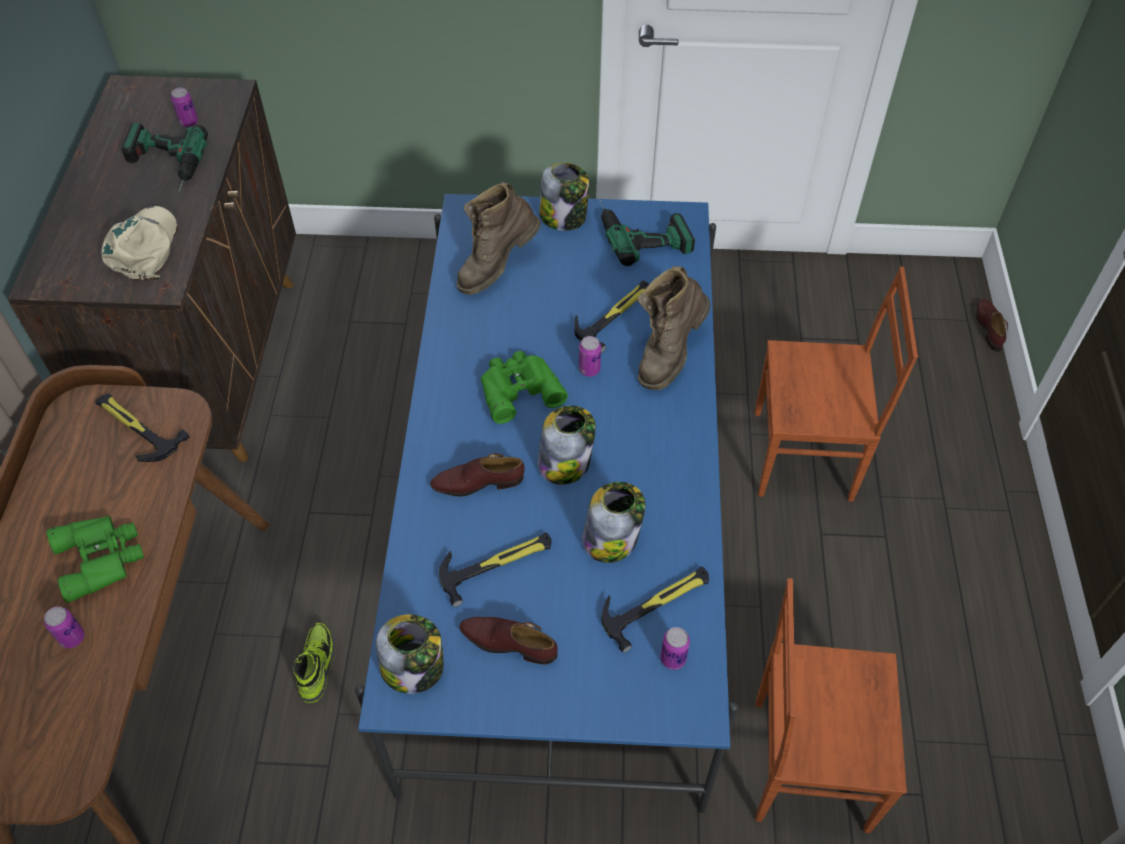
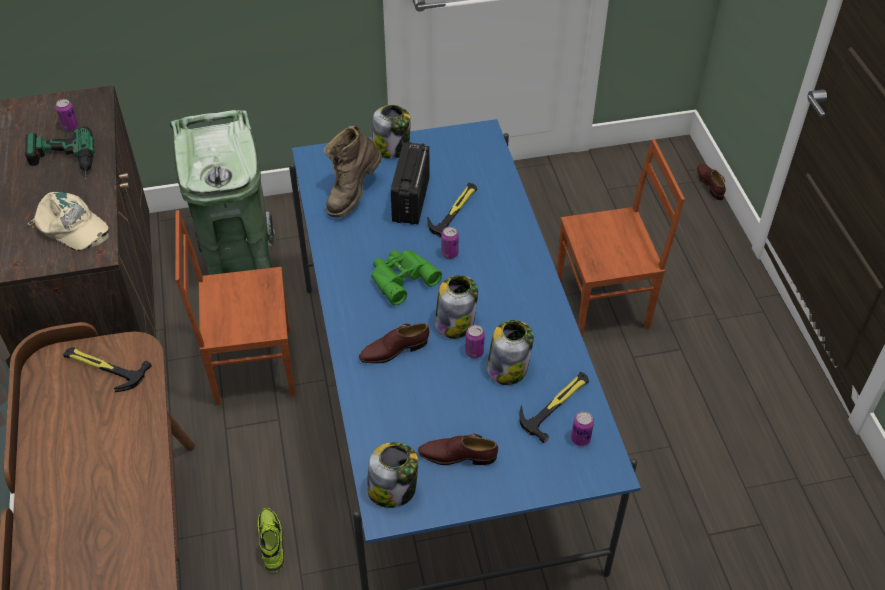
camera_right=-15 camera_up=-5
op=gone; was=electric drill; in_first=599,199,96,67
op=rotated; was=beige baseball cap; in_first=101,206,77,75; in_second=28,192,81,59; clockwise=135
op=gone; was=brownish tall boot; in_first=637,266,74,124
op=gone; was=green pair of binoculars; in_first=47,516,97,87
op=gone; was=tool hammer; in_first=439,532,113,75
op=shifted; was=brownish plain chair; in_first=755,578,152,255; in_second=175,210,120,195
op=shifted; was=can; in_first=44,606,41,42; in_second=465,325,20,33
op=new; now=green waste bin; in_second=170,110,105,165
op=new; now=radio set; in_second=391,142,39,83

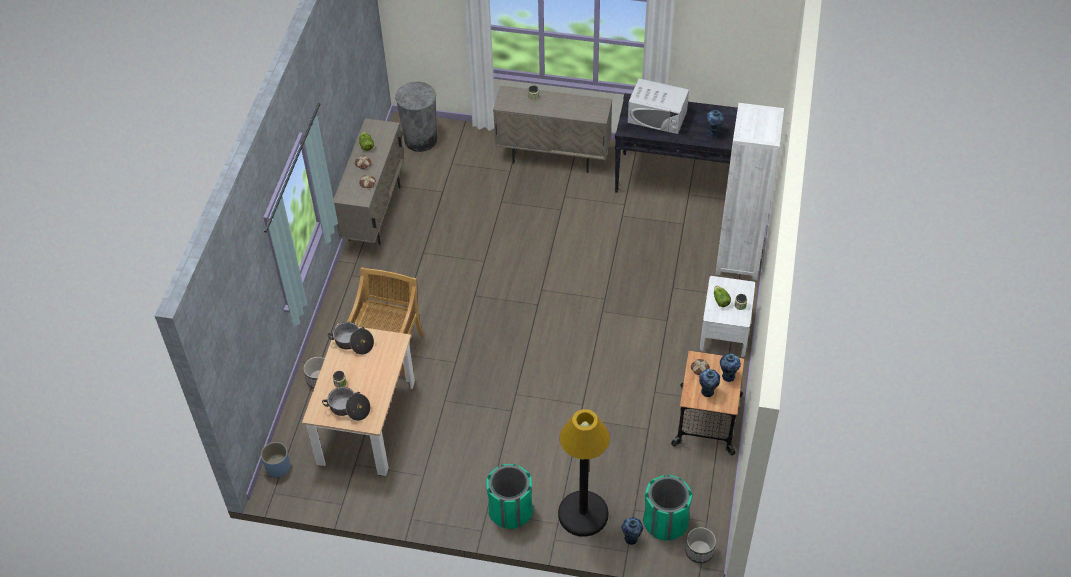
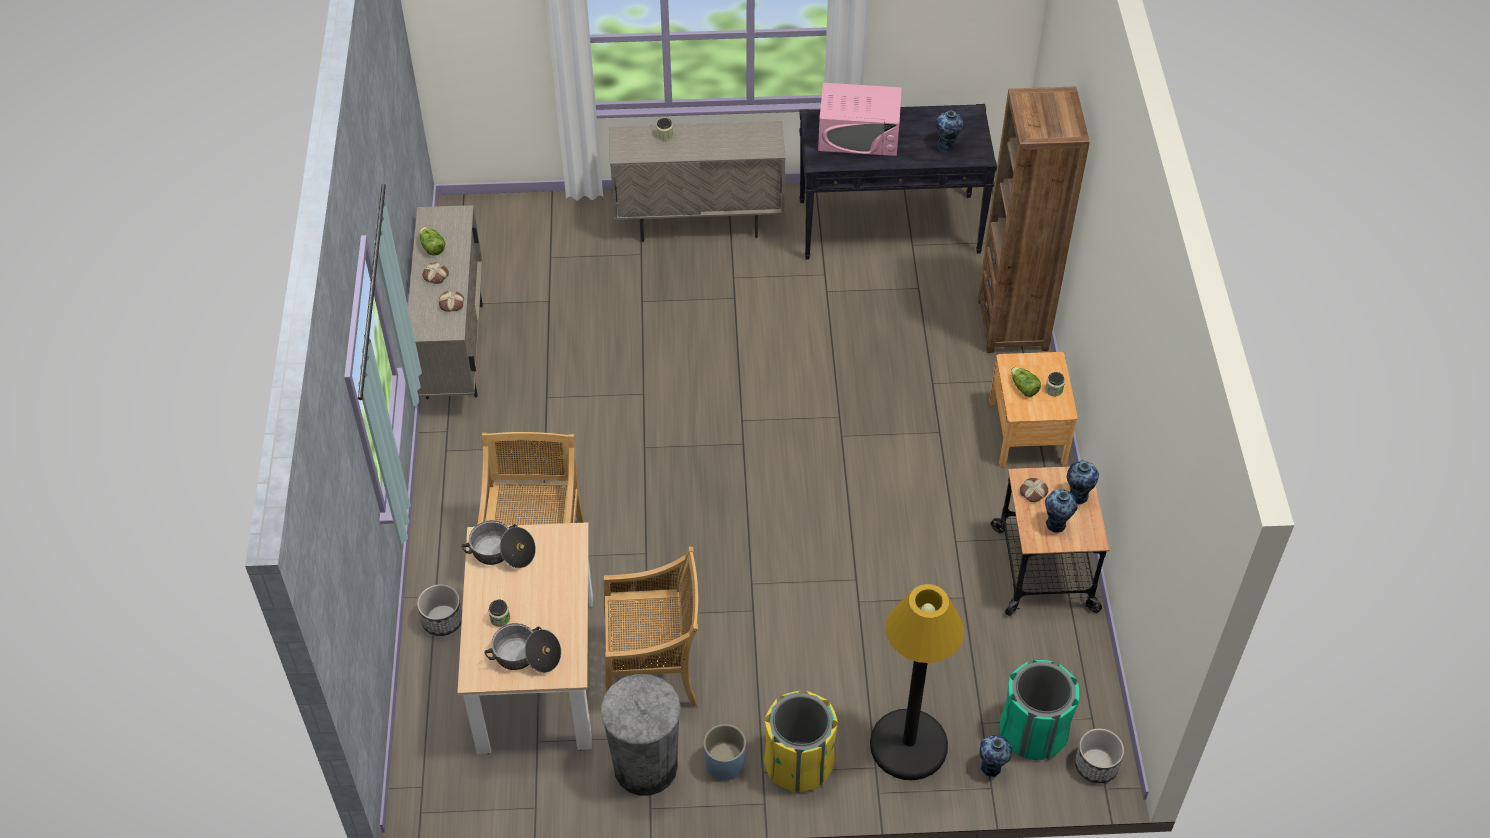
camera_right=-15 camera_up=0
op=repainted; was=white kitchen microwave; now=pink-coloured kitchen microwave; in_first=628,79,61,55; in_second=818,83,84,73
op=shifted; was=gray waste bin; in_first=395,82,42,70; in_second=600,674,81,122
op=repainted; was=white shelving unit; now=brownish shelving unit; in_first=715,103,69,177; in_second=978,86,112,267
op=repainted; was=white bedside table; now=brownish bedside table; in_first=700,276,55,81; in_second=989,352,88,116
op=shifted; was=bluish planter; in_first=261,442,29,35; in_second=703,724,43,56
op=repainted; was=green waste bin; now=yellowish waste bin; in_first=486,464,47,65; in_second=764,691,74,101
op=new; now=beige plain chair; in_second=603,547,95,160

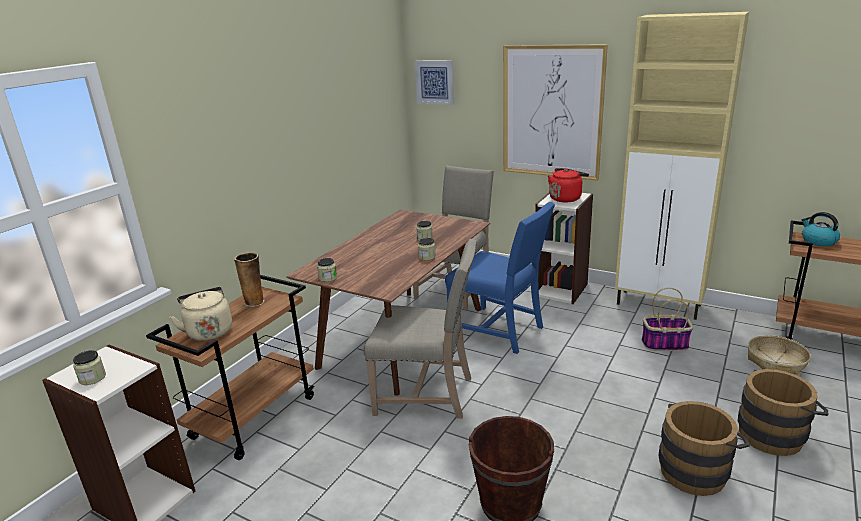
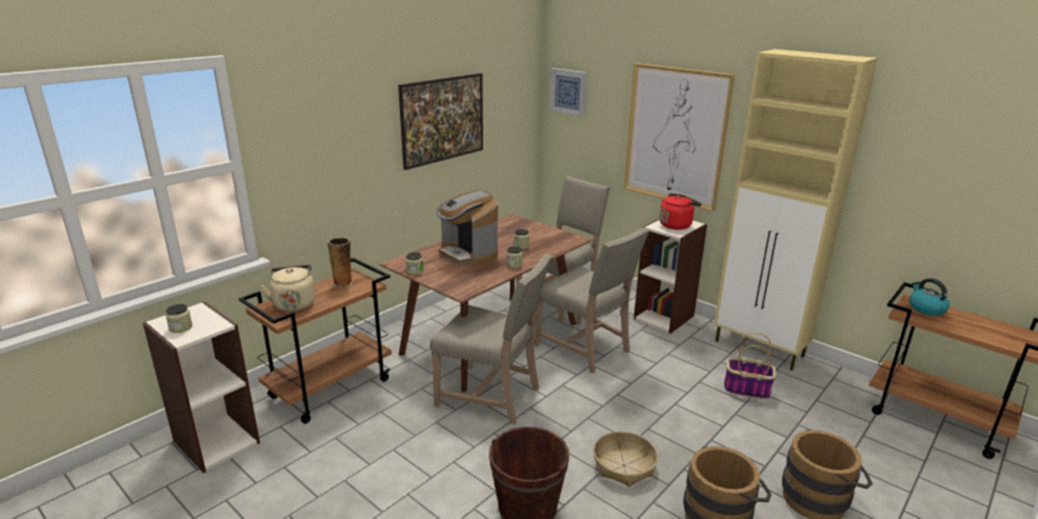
camera_right=10 camera_up=0
op=repainted; was=bluish plain chair; now=beige plain chair; in_first=445,202,110,152; in_second=534,227,115,146
op=shifted; was=basket; in_first=748,335,63,40; in_second=593,431,65,56
op=new; now=picture; in_second=398,73,85,97
op=new; now=coffee maker; in_second=436,190,62,76

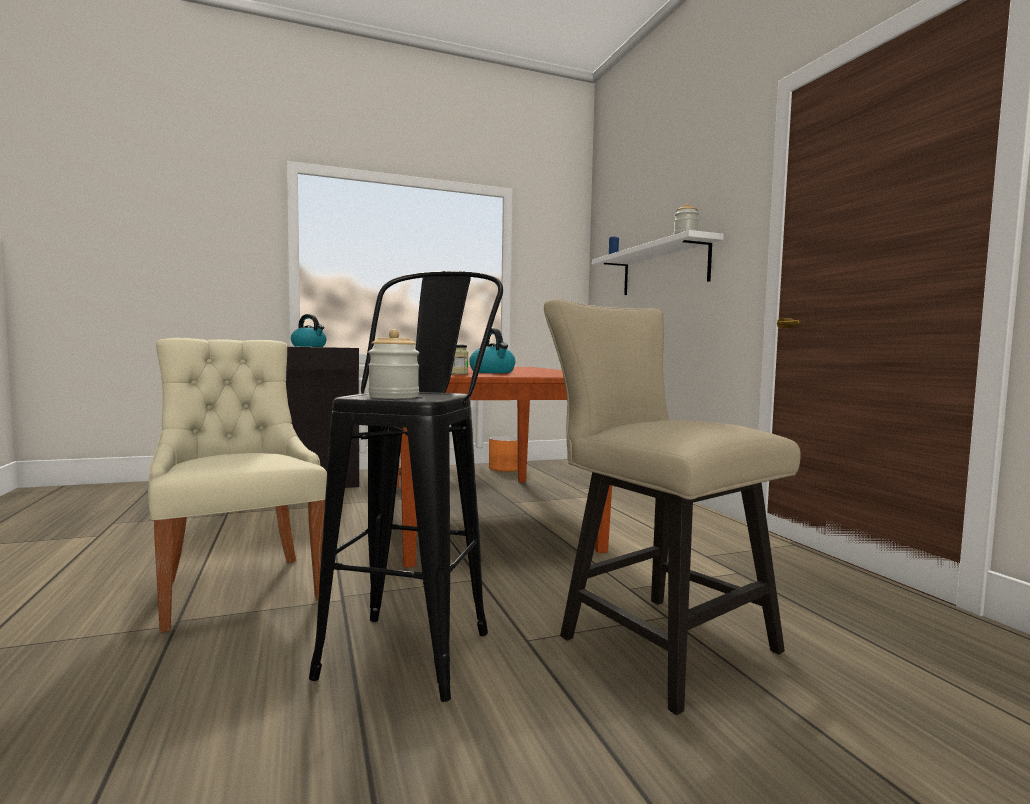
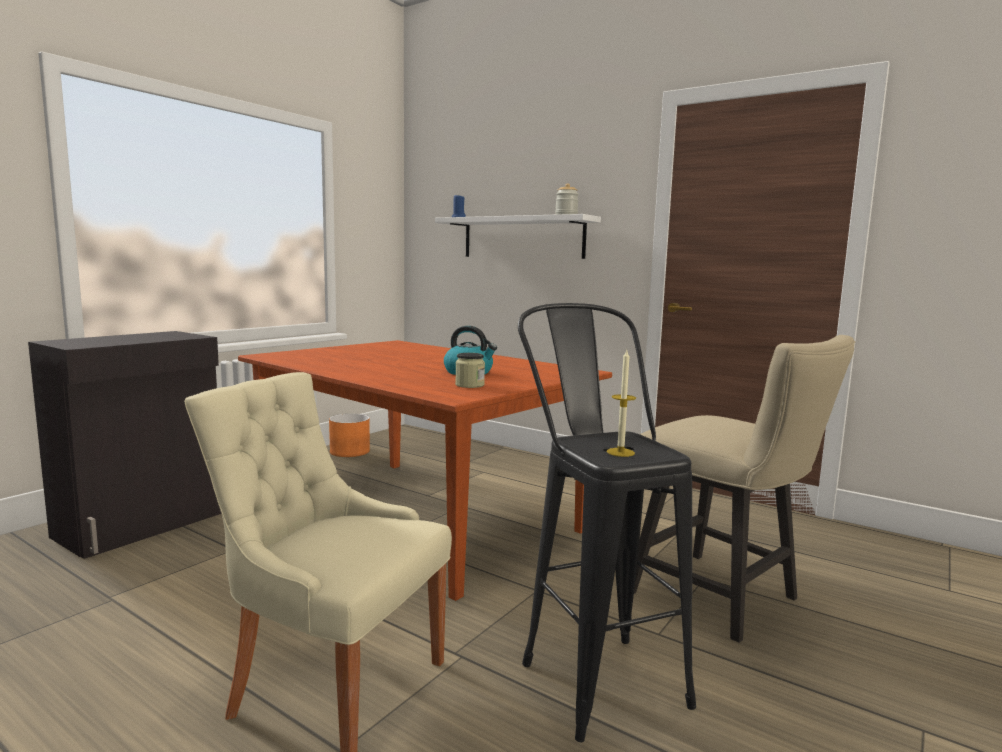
camera_right=-35 camera_up=5
op=rotated; was=beige plain chair; in_first=544,299,257,416; in_second=634,335,221,308; clockwise=-150
op=gone; was=water kettle; in_first=291,314,36,33
op=swapped; was=jar; now=candle; in_first=368,329,51,70; in_second=607,350,29,107

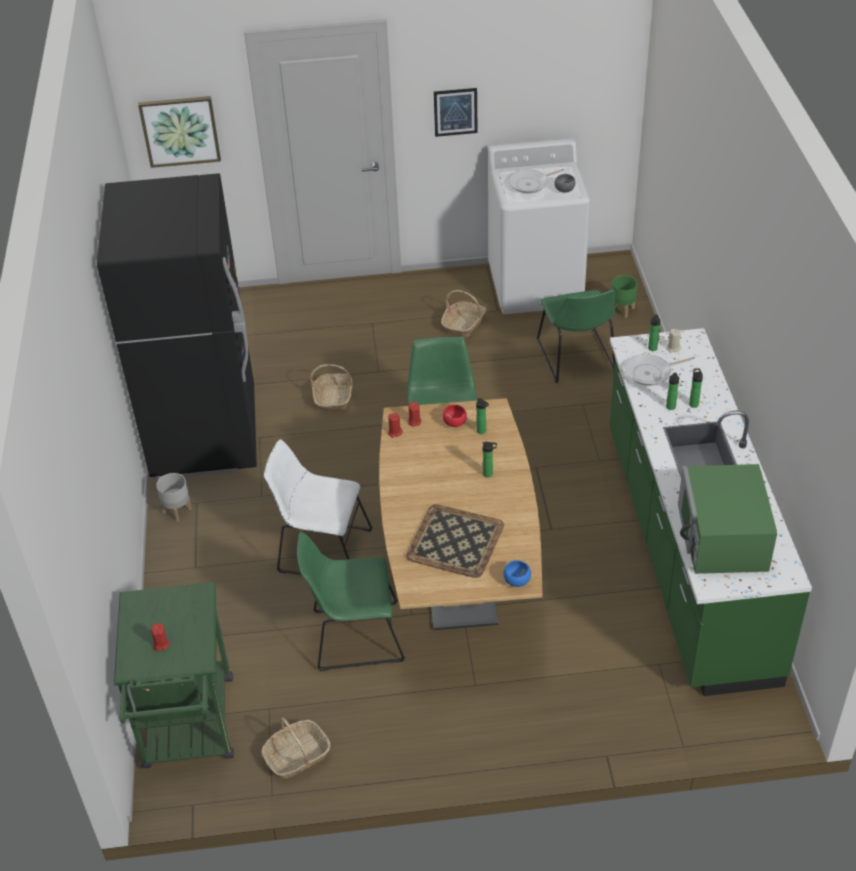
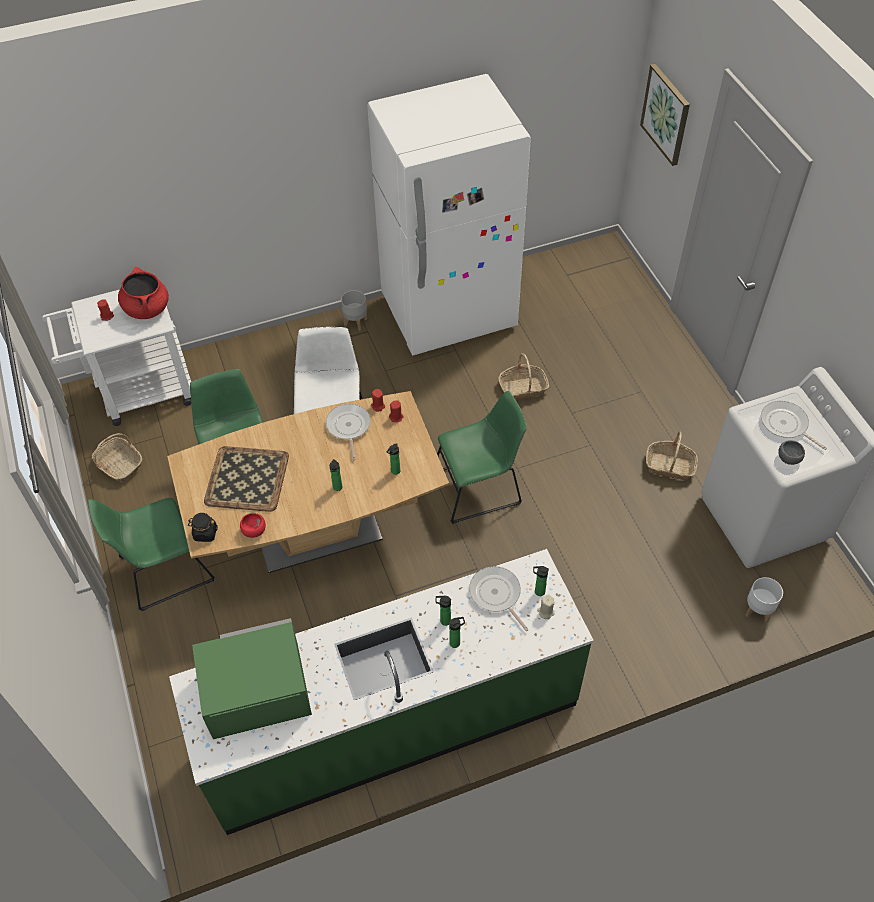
camera_right=75 camera_up=10
op=gone; was=picture; in_first=434,88,44,49
op=repainted; was=black-coloured kitchen fridge; now=white kitchen fridge; in_first=97,173,160,306; in_second=367,74,164,281
op=repainted; was=green planter; now=white planter; in_first=611,275,26,43; in_second=745,577,38,45
op=shifted; was=green plain chair; in_first=537,289,78,94; in_second=88,498,127,113
op=shifted; was=red serving bowl; in_first=443,404,24,23; in_second=240,513,26,25
op=swapped; was=bluish serving bowl; now=black-coloured jar; in_first=504,560,27,27; in_second=188,513,30,29
op=repainted; was=green wheeled cart; now=white wheeled cart; in_first=114,582,120,186; in_second=42,289,149,137
op=new; now=red stockpot; in_second=118,267,51,52
op=new; now=skillet; in_second=326,404,45,57

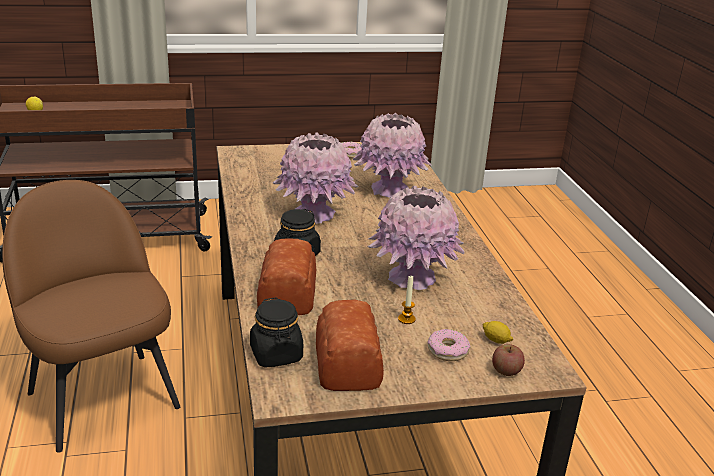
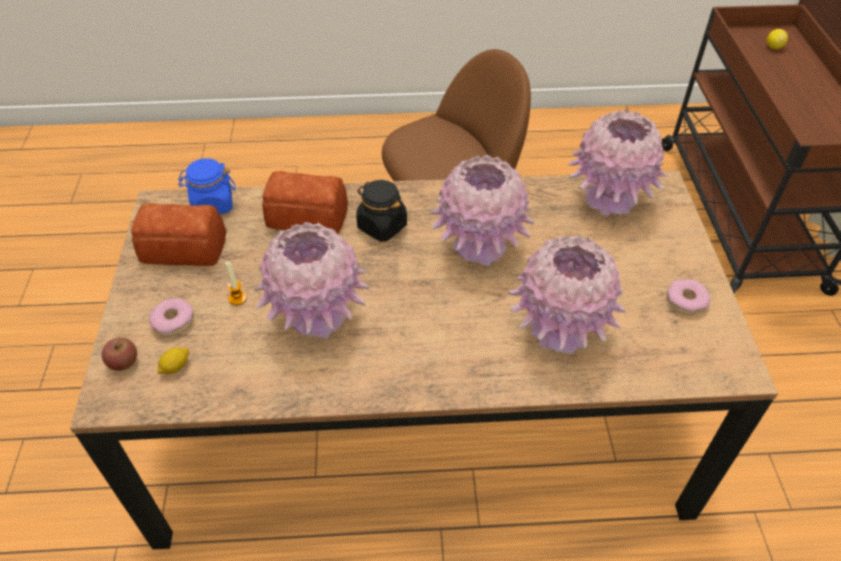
camera_right=100 camera_up=20
op=repainted; was=black-coloured jar; now=bluish jar; in_first=250,297,53,71; in_second=178,158,58,56
op=new; now=pink-coloured decorative vase; in_second=568,109,99,107

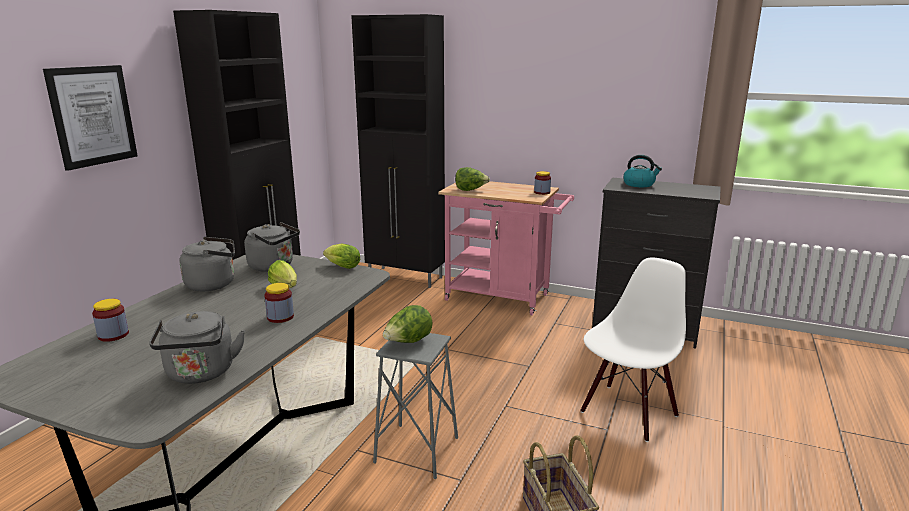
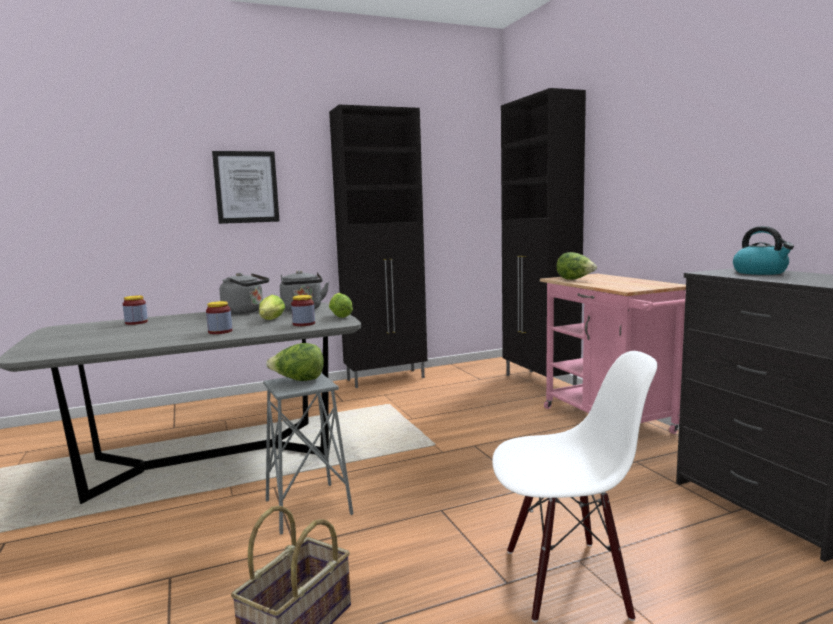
camera_right=45 camera_up=-10
op=shifted; was=jar; in_first=534,171,17,24; in_second=291,295,24,31
op=gone; was=gray water kettle; in_first=149,311,96,73

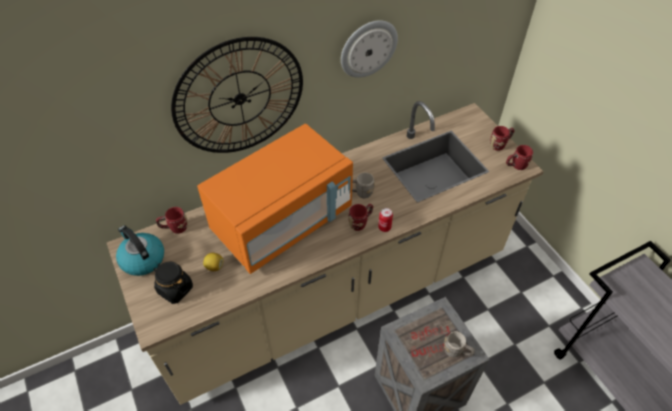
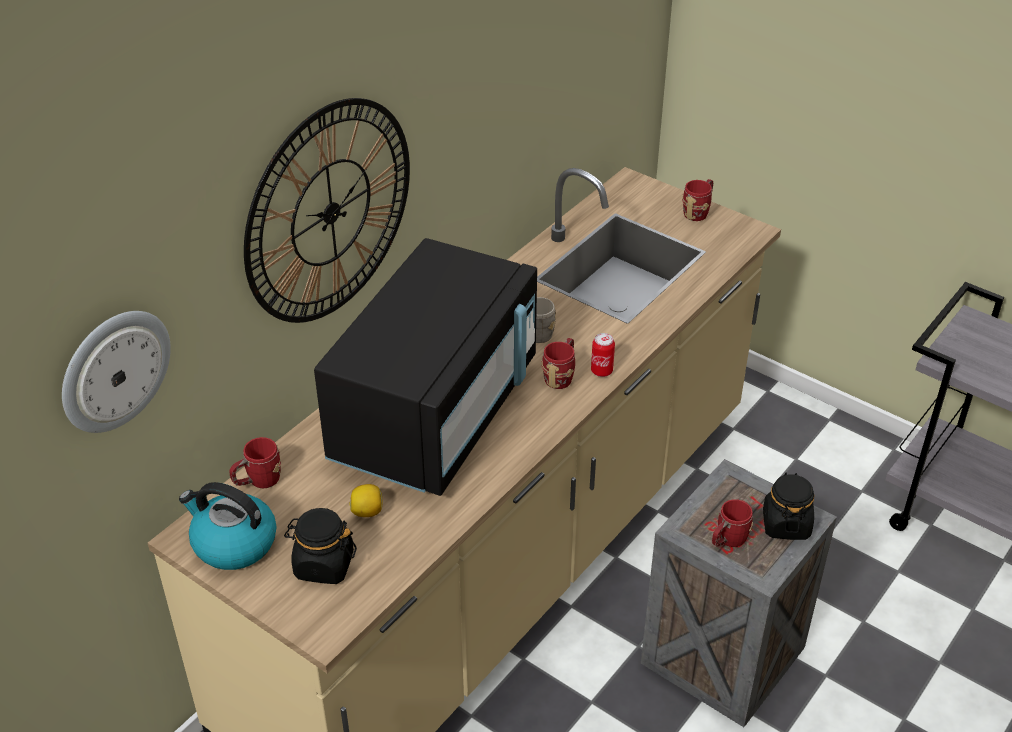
camera_right=-25 camera_up=-10
op=shifted; was=wall clock; in_first=341,20,57,58; in_second=62,311,109,122
op=repainted; was=orange kitchen microwave; now=black-coloured kitchen microwave; in_first=197,124,156,150; in_second=314,238,223,258
op=shifted; was=red tea mug; in_first=506,145,27,25; in_second=712,499,41,48
op=swapped; was=gray tea mug; now=black-coloured jar; in_first=444,331,31,26; in_second=763,472,51,68

